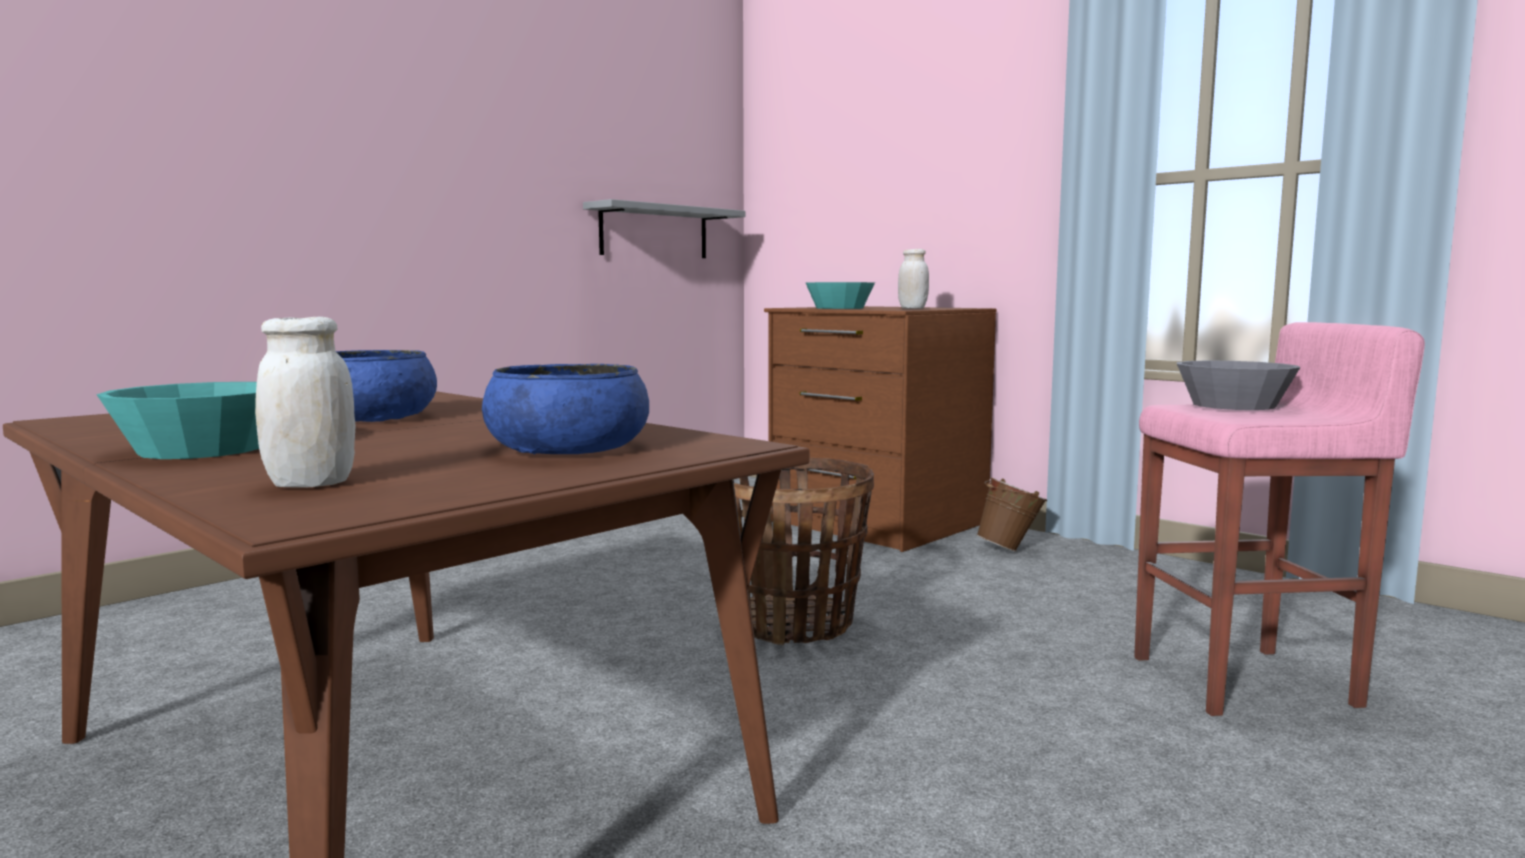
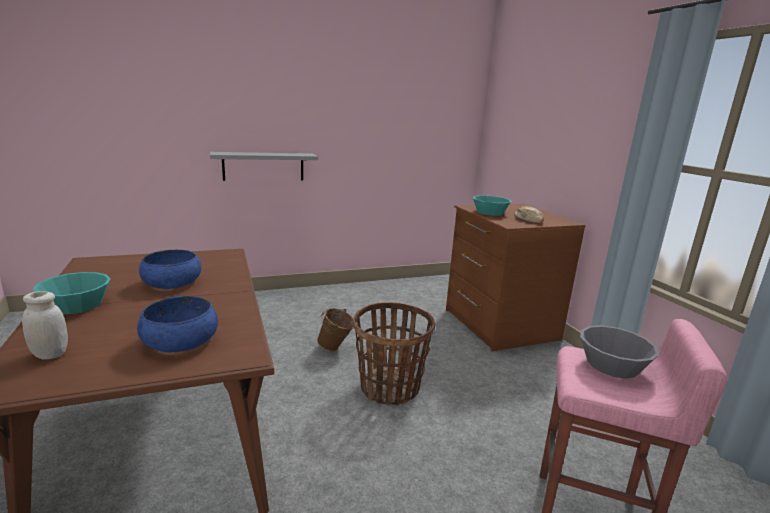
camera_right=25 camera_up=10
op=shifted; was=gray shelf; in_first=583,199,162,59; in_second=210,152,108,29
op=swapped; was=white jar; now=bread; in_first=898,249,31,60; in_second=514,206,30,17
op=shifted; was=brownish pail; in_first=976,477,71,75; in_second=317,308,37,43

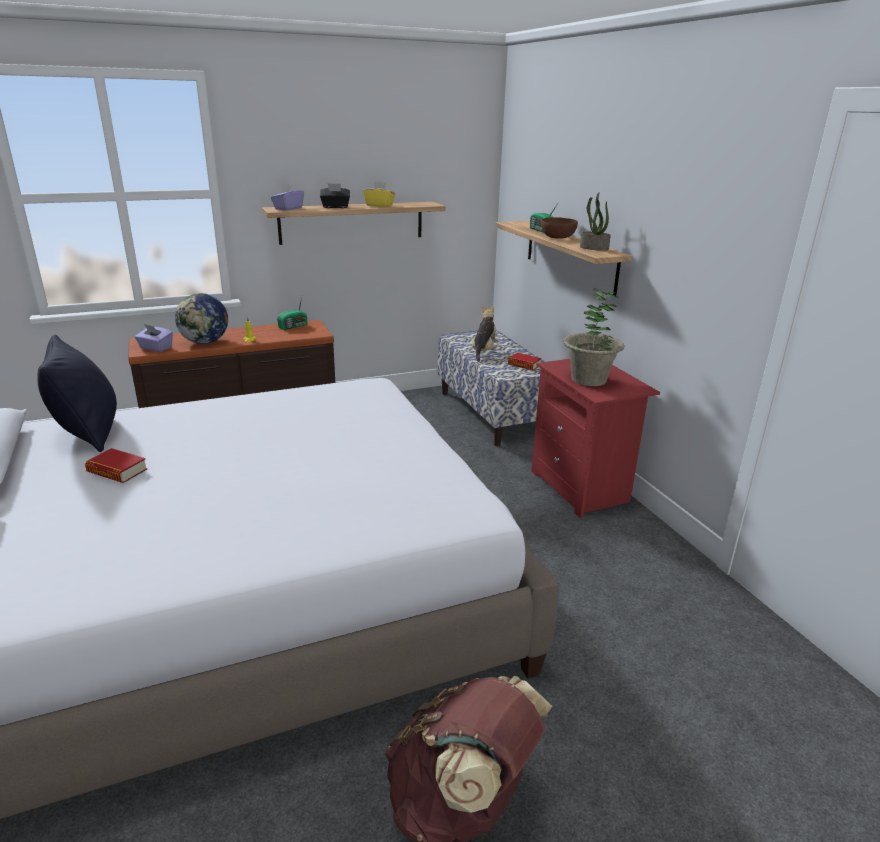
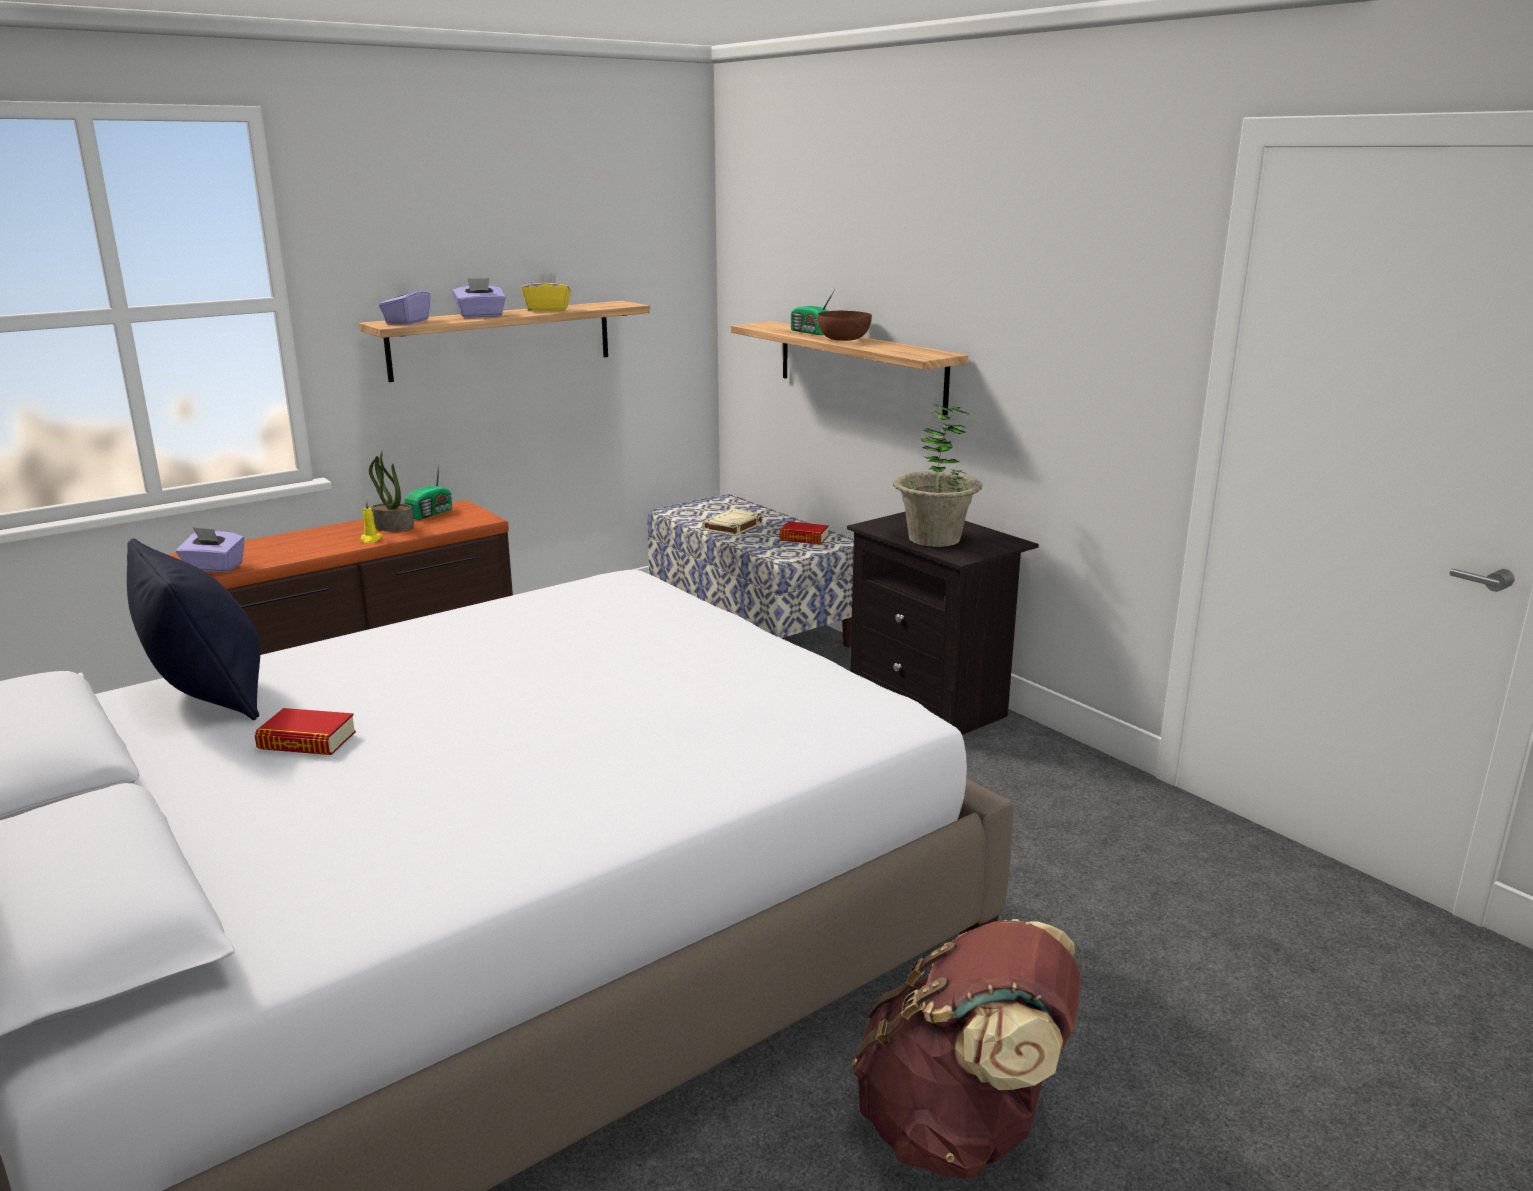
camera_right=-15 camera_up=-5
op=repainted; was=black-coloured tissue holder; now=purplish tissue holder; in_first=320,183,30,25; in_second=453,278,53,40
op=shifted; was=potted plant; in_first=580,192,31,59; in_second=369,451,45,80
op=gone; was=desk globe; in_first=175,293,53,51
op=swapped; was=plush toy; now=beige bound book; in_first=472,306,27,56; in_second=702,509,62,27
op=repainted; was=red bedside table; now=black-coloured bedside table; in_first=531,359,129,160; in_second=847,512,192,223

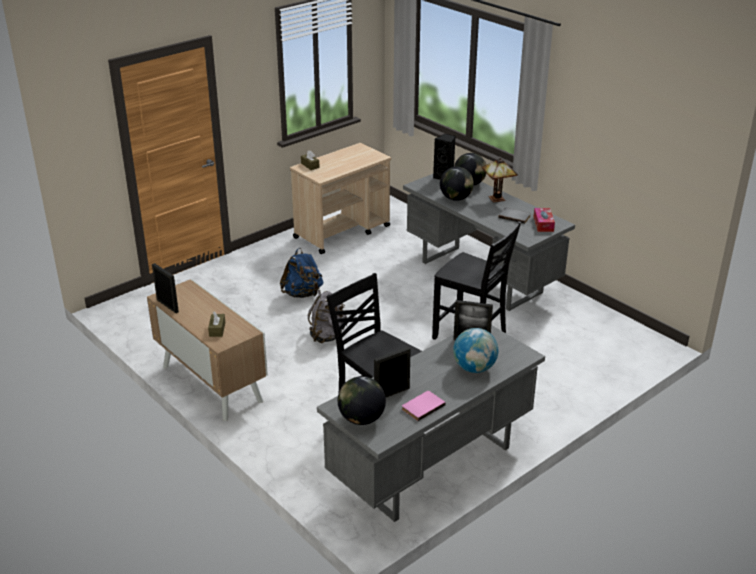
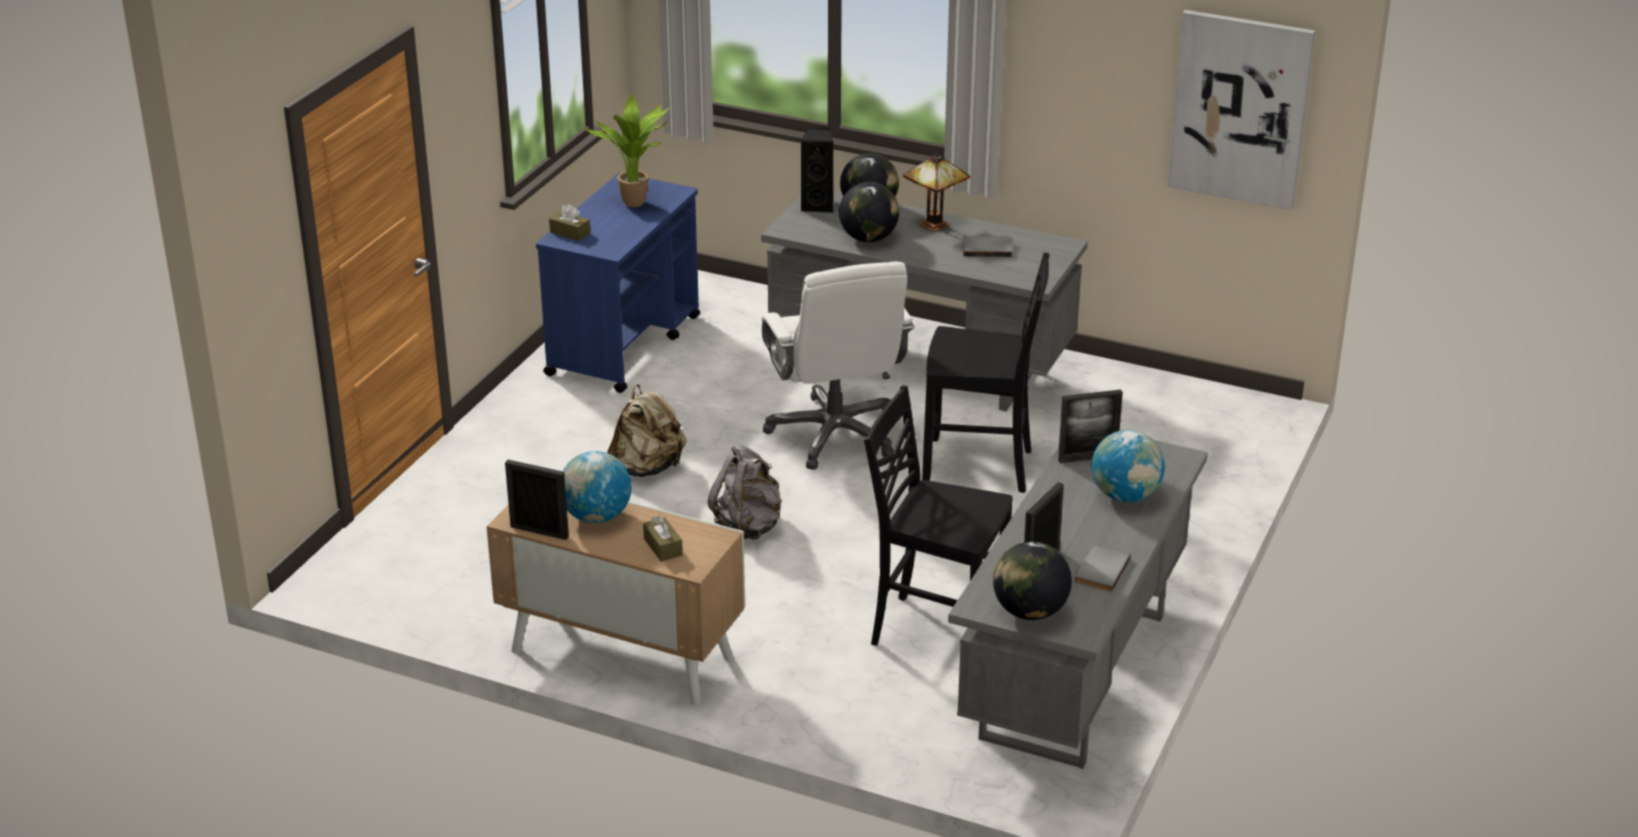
camera_right=-25 camera_up=0
op=repainted; was=beige wheeled cart; now=bluish wheeled cart; in_first=290,143,101,111; in_second=536,173,164,220
op=gone; was=tissue holder; in_first=534,208,21,24
op=repainted; was=bluish knapsack; now=beige knapsack; in_first=280,248,43,50; in_second=607,384,80,93
op=repainted; was=pink-coloured bound book; now=gray bound book; in_first=402,391,44,30; in_second=1074,545,57,47
op=new; now=picture; in_second=1167,10,148,200
op=new; now=potted plant; in_second=583,94,86,113
op=new; now=white computer chair; in_second=761,262,154,208
op=new; now=desk globe; in_second=563,451,69,72

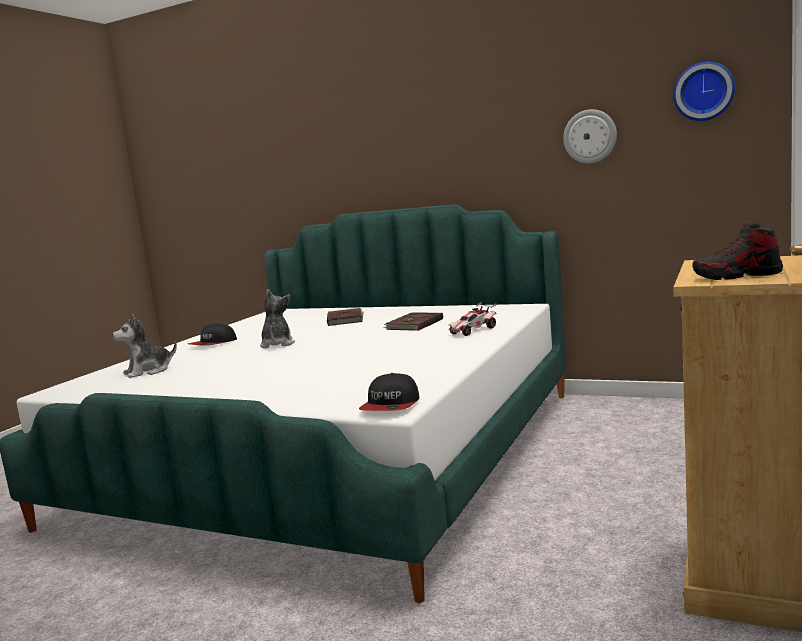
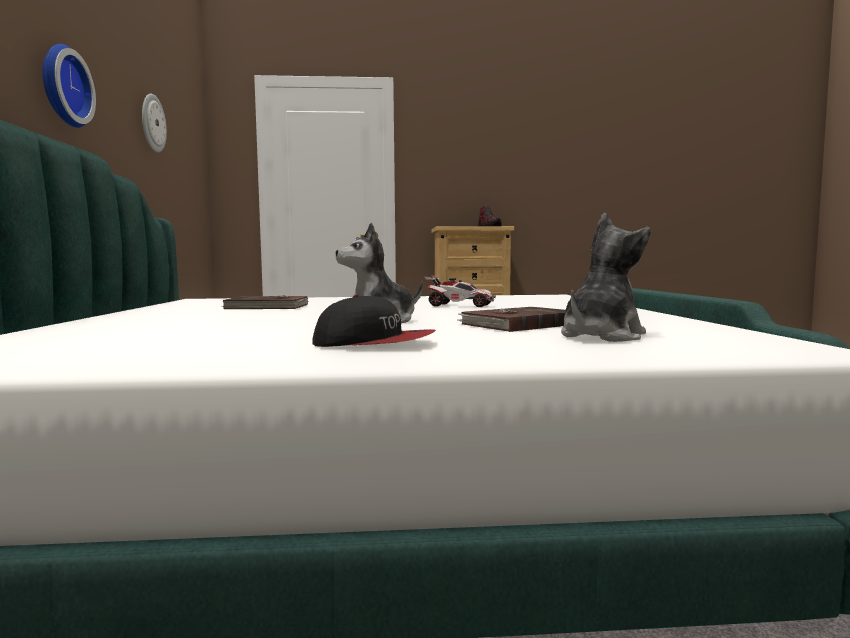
camera_right=-120 camera_up=-5
op=shifted; was=wall clock; in_first=673,61,62,60; in_second=42,44,54,84
op=shifted; was=model car; in_first=449,302,47,34; in_second=424,275,72,32
op=shifted; was=brownish bound book; in_first=327,308,37,18; in_second=458,307,108,25
op=rotated; was=plush toy; in_first=112,314,65,64; in_second=561,213,90,129; clockwise=-75
op=gone; was=baseball cap; in_first=359,373,61,38

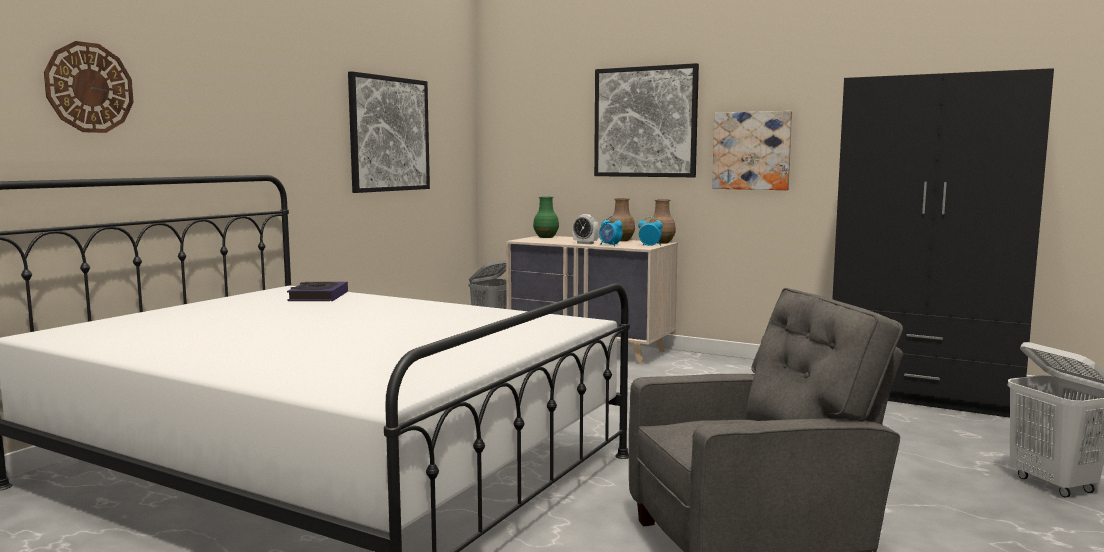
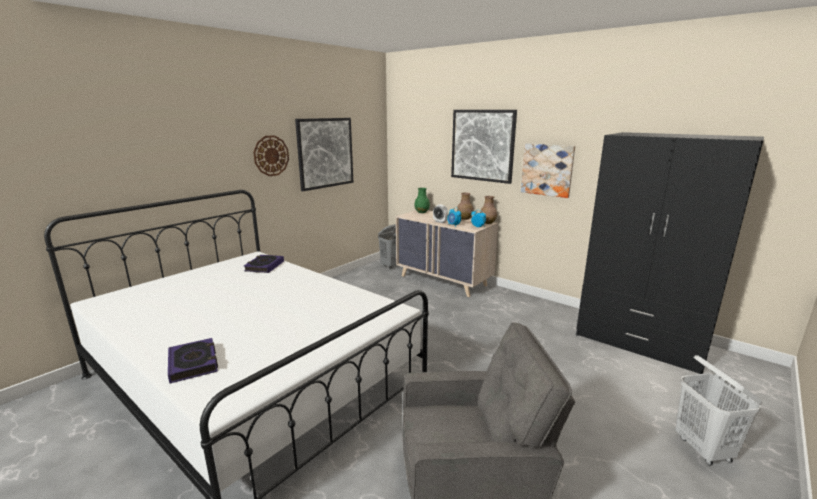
camera_right=10 camera_up=10
op=shifted; was=wall clock; in_first=44,41,90,92; in_second=253,135,36,41
op=new; now=bound book; in_second=168,338,50,46

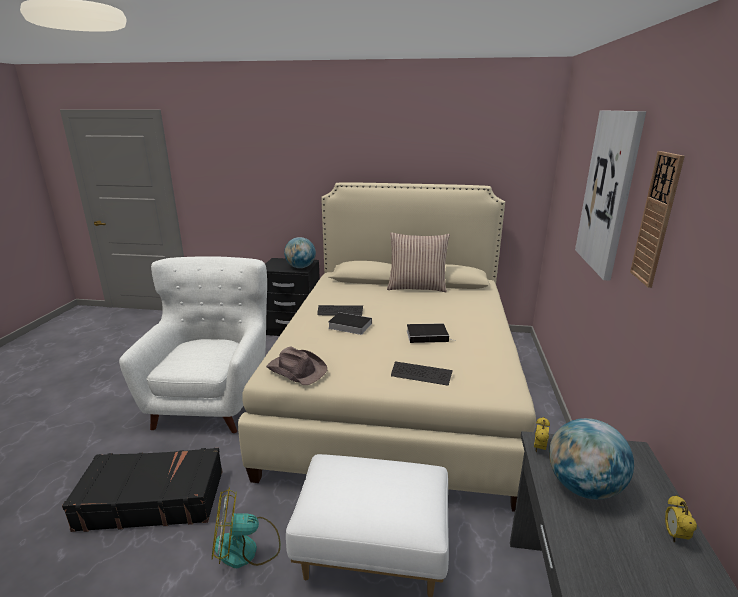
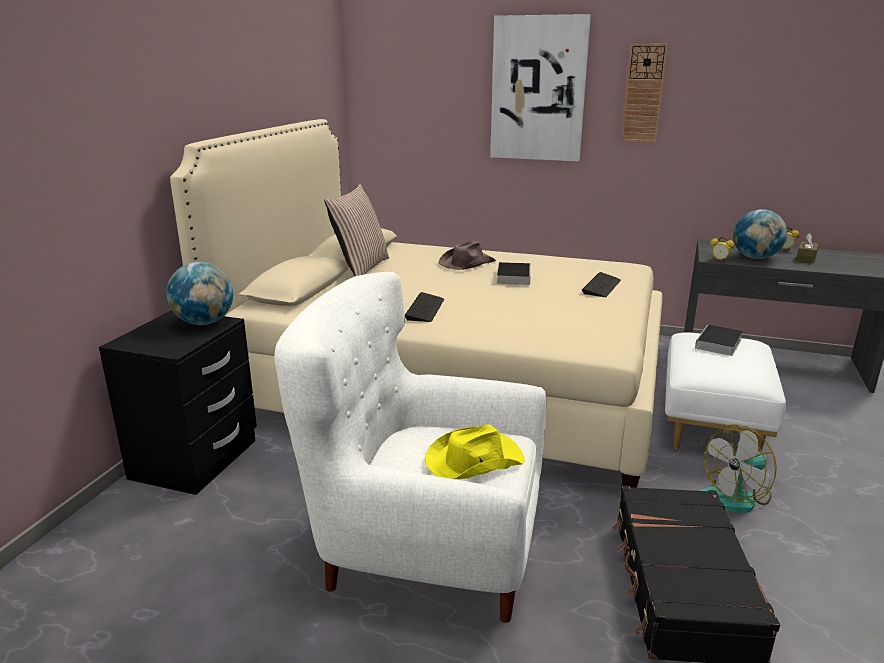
camera_right=-80 camera_up=0
op=shifted; was=bound book; in_first=328,312,44,23; in_second=695,325,48,31
op=shifted; was=brownish hat; in_first=266,346,61,39; in_second=439,241,57,29
op=rotated; was=cooling fan; in_first=212,487,69,81; in_second=701,424,76,89; clockwise=60
op=new; now=brownish tissue holder; in_second=796,233,23,30
op=new; now=yellowish hat; in_second=425,424,100,55

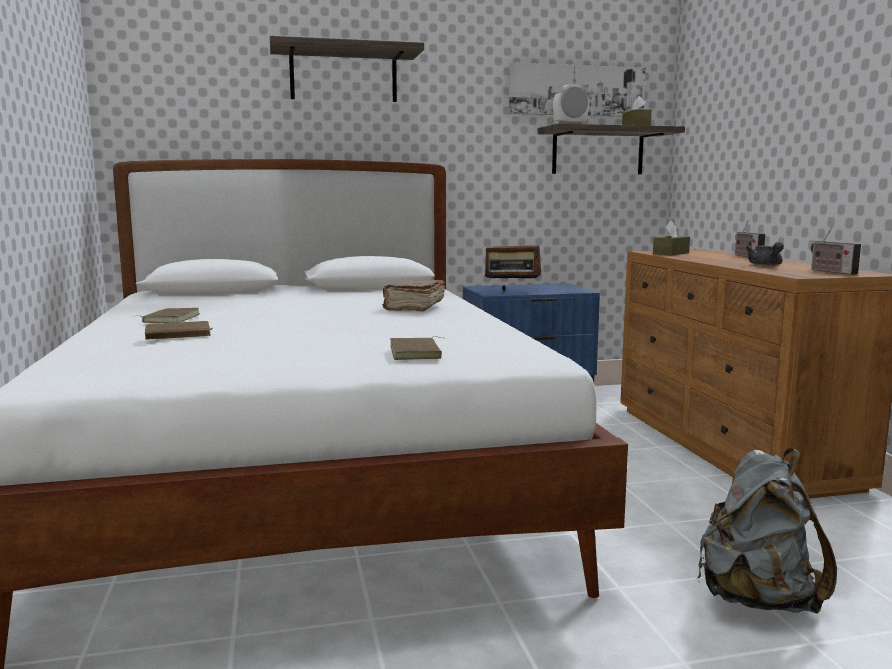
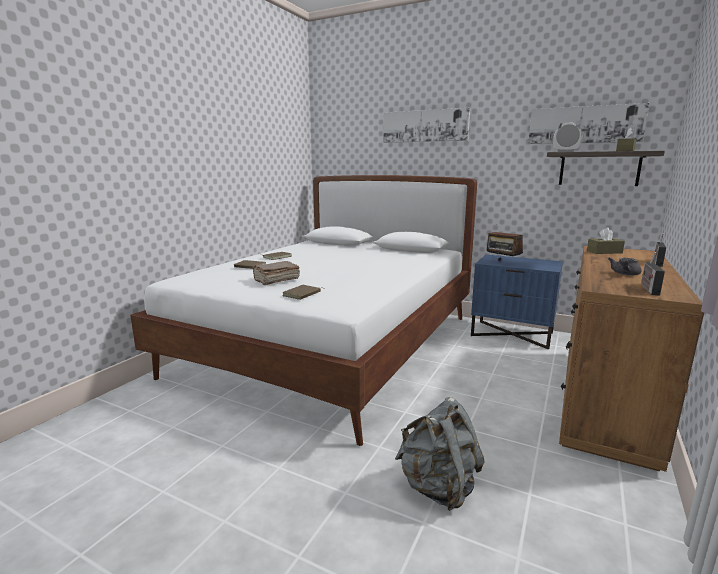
camera_right=40 camera_up=5
op=swapped; was=shelf; now=picture; in_first=270,36,154,66; in_second=383,108,87,35
op=shifted; was=brownish bound book; in_first=382,278,63,33; in_second=253,261,47,24

